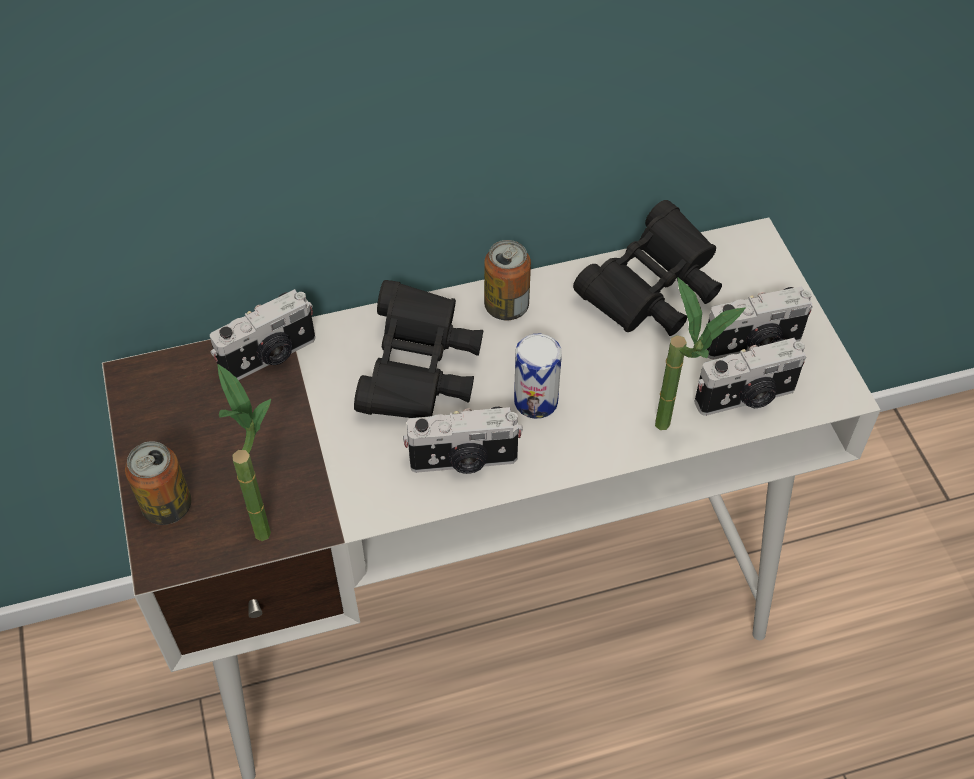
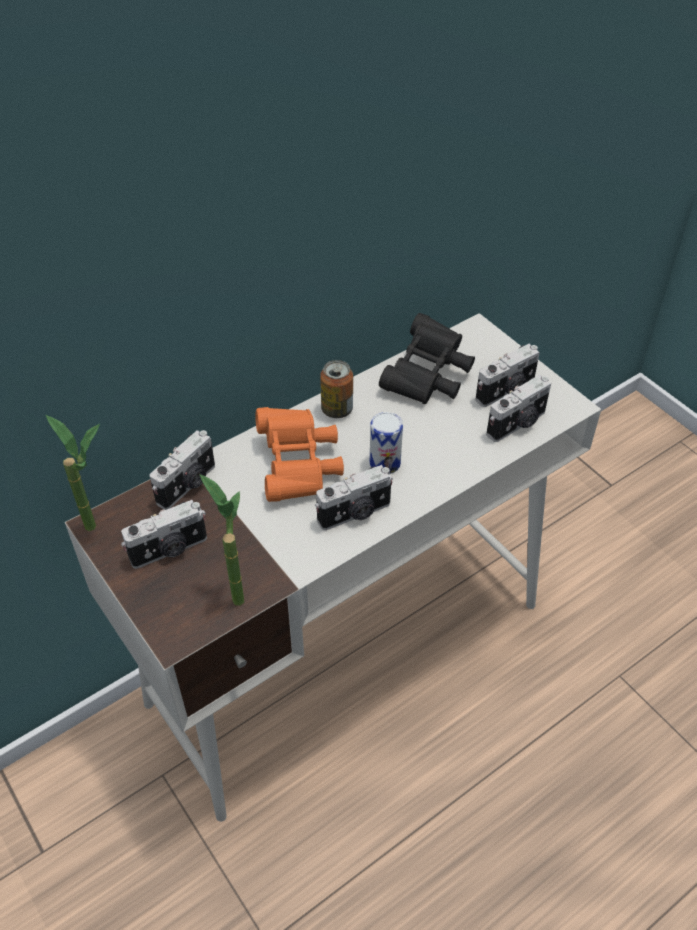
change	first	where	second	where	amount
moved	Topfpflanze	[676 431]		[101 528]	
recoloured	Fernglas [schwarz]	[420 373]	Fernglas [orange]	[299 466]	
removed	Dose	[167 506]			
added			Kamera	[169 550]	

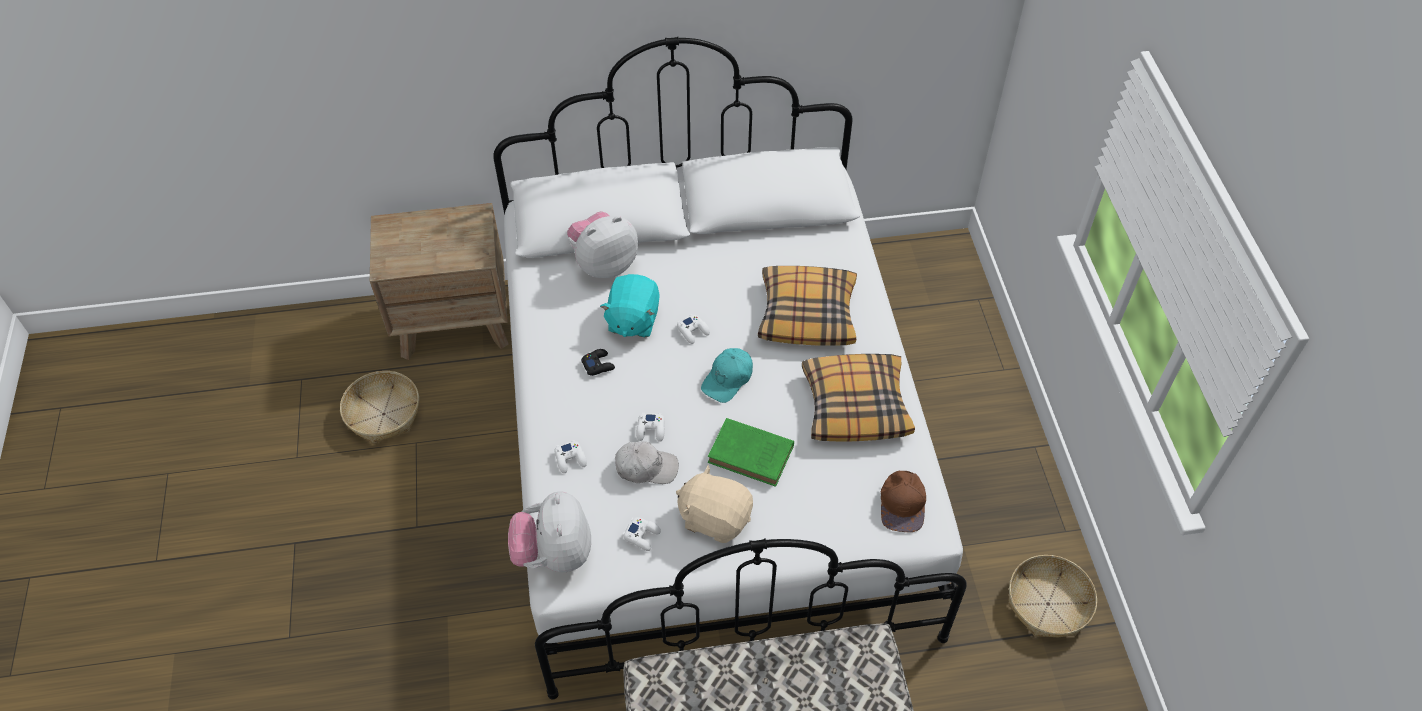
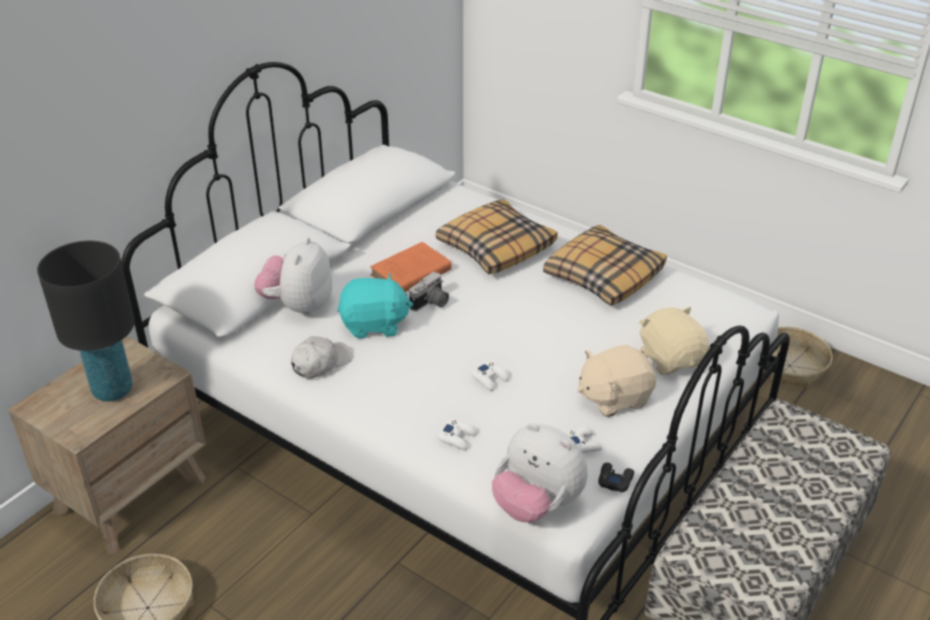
change	first	where	second	where	amount
turned	Plüschtier [türkis]	[632 320]		[374 325]	60 degrees counterclockwise
replaced	Gamepad [weiß]	[693 331]	Kamera	[431 303]	
removed	Kappe [türkis]	[728 379]			
moved	Gamepad [schwarz]	[598 364]		[615 480]	
removed	Buch [grün]	[753 455]			
moved	Kappe [weiß]	[646 467]		[321 363]	
removed	Kappe [braun]	[903 503]			
added			Tischlampe [schwarz]	[112 390]	
added			Buch [orange]	[409 274]	
added			Plüschtier [beige]	[671 359]	

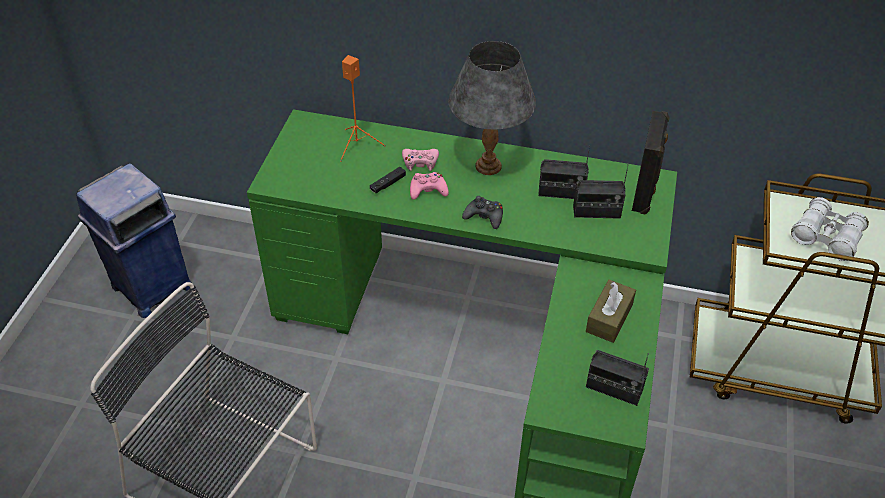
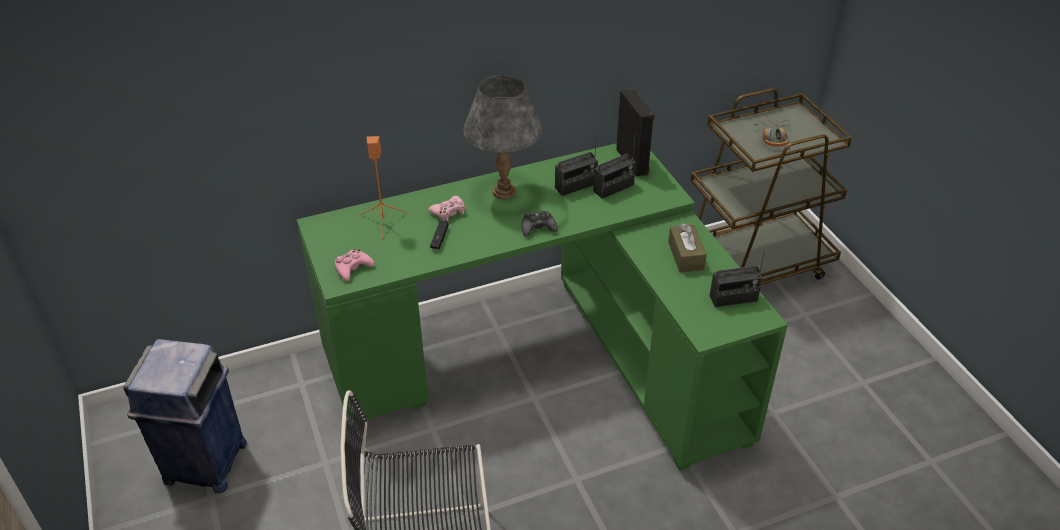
change	first	where	second	where	amount
moved	Gamepad [rosa]	[428 190]		[353 268]	
replaced	Fernglas [weiß]	[826 237]	Kopfhörer	[773 137]	

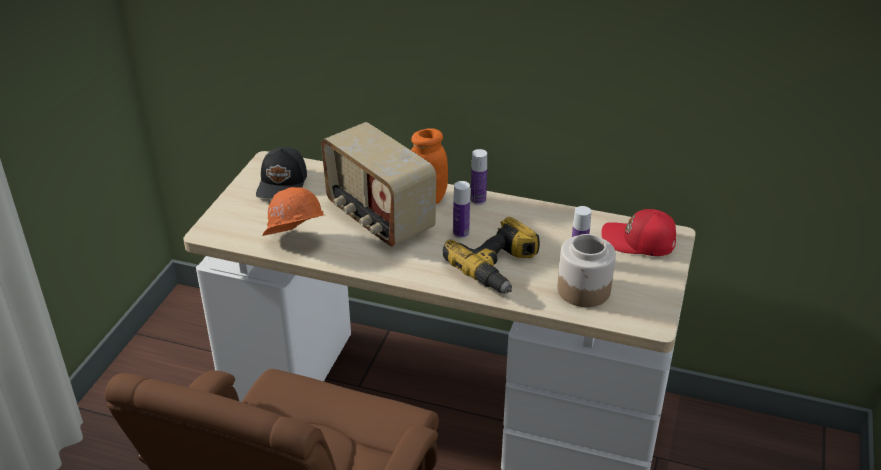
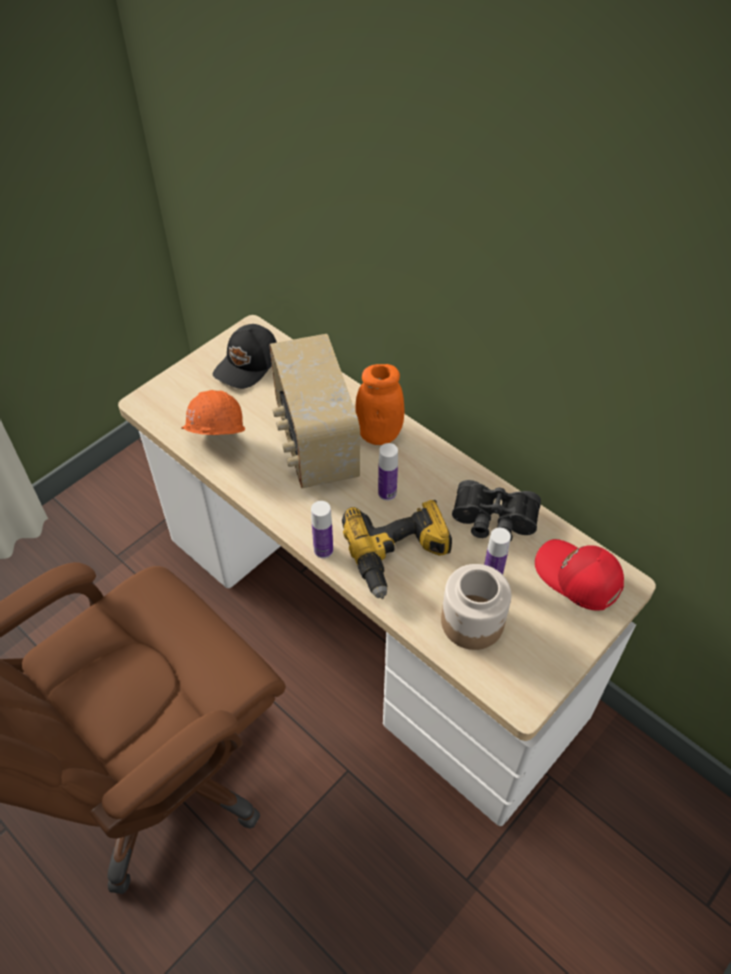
change	first	where	second	where	amount
moved	Flasche	[478 200]		[323 550]	
added			Fernglas [schwarz]	[493 522]	

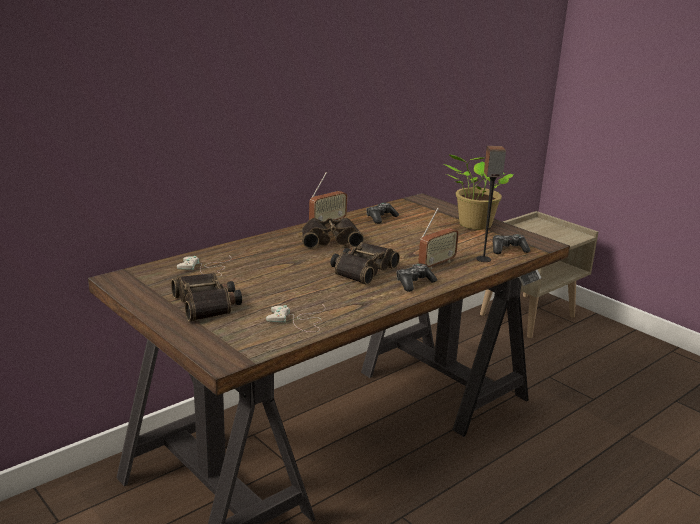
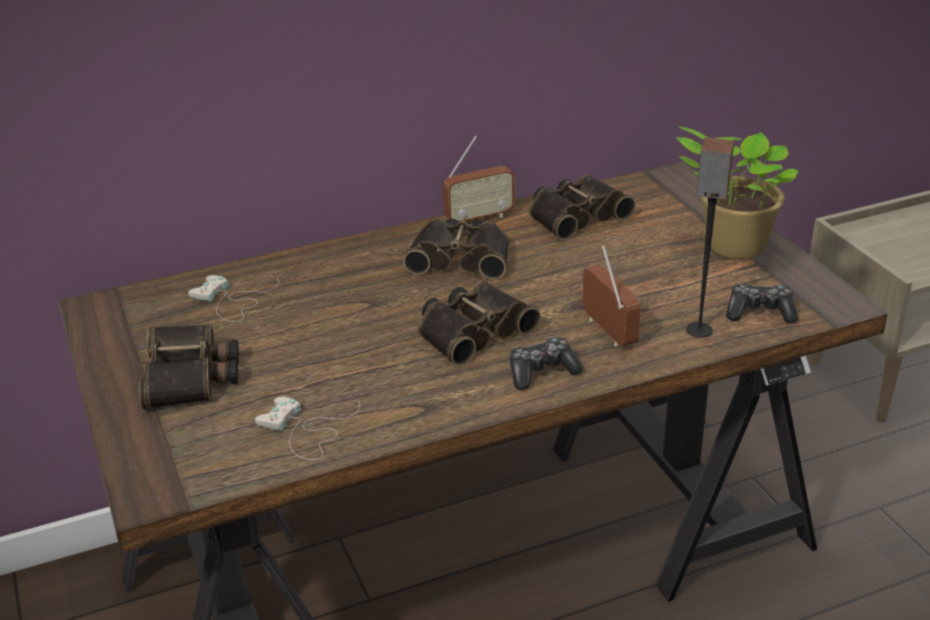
change	first	where	second	where	amount
replaced	Gamepad	[380 218]	Fernglas	[575 215]	
turned	Radio	[436 264]		[608 331]	90 degrees counterclockwise

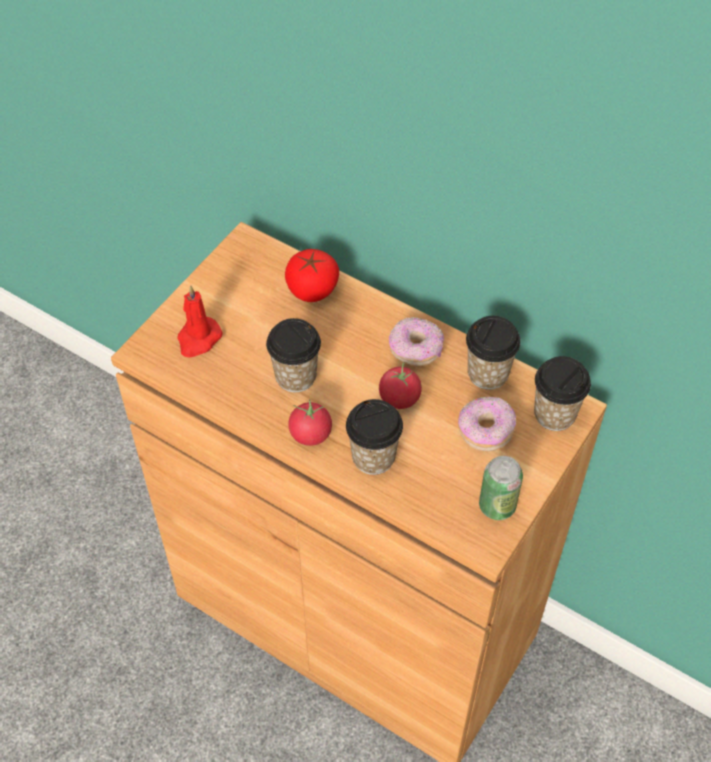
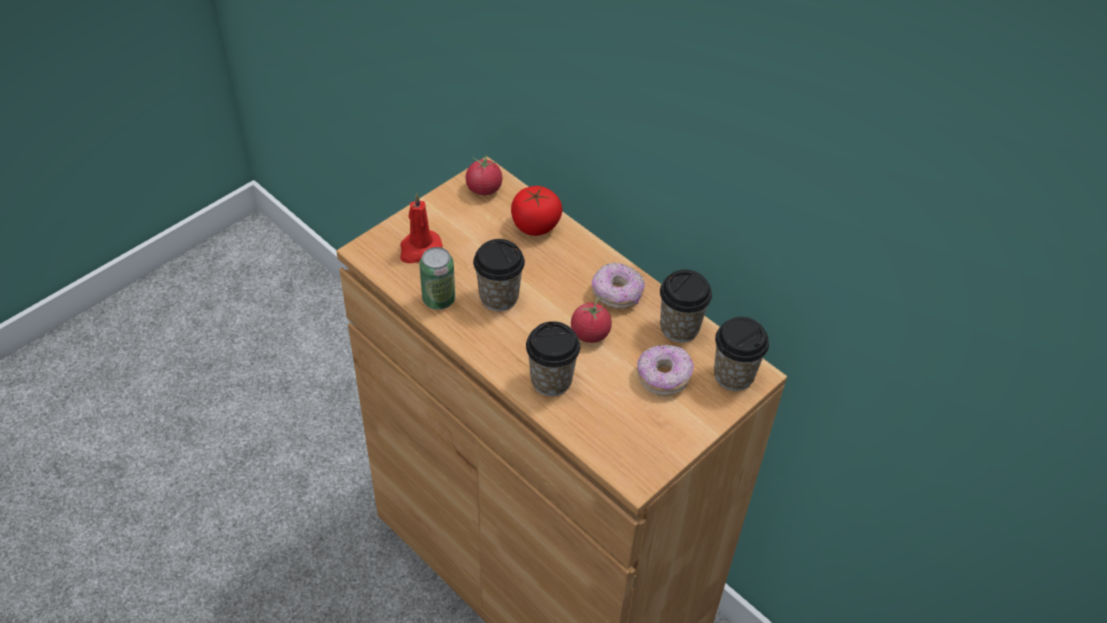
change	first	where	second	where	amount
moved	Tomate	[310 433]		[484 188]	
moved	Dose	[497 506]		[438 299]	

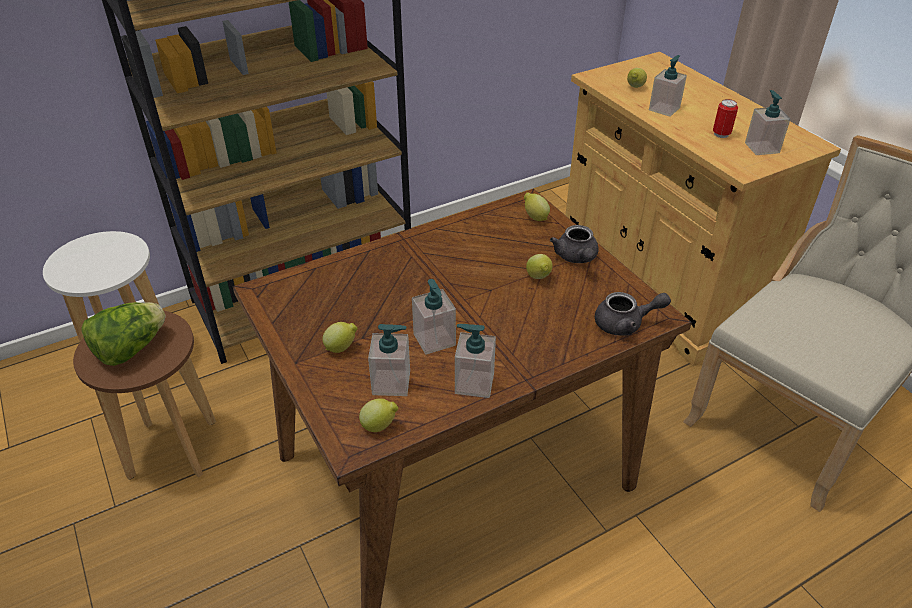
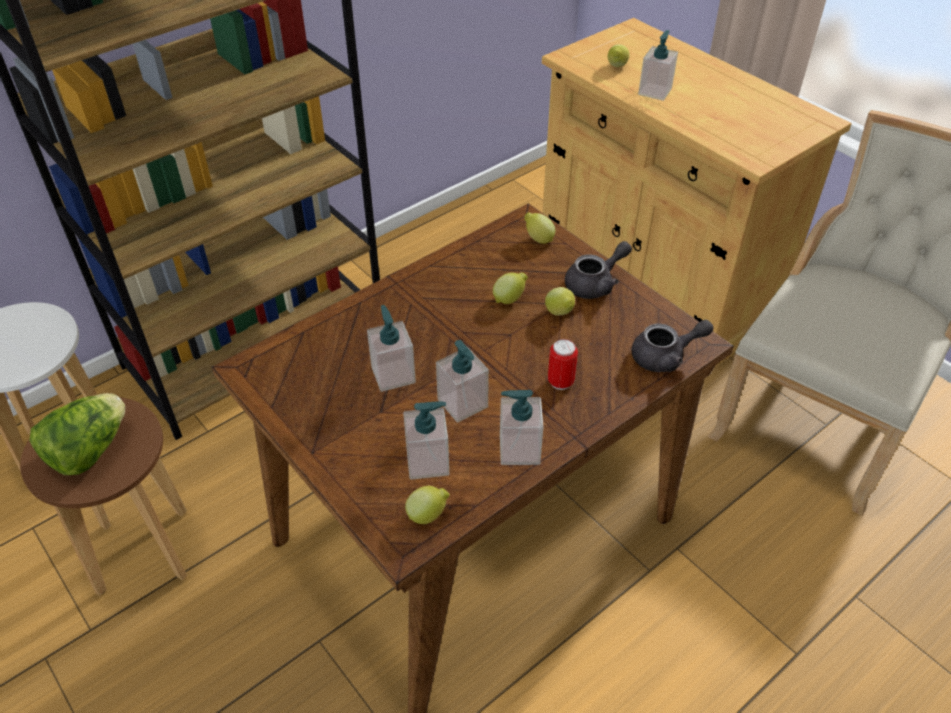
change	first	where	second	where	amount
moved	Seifenspender	[761 148]		[393 374]	
moved	Dose	[721 134]		[560 382]	
turned	Teekanne [grau]	[576 258]		[595 284]	105 degrees counterclockwise
moved	Zitrone	[341 348]		[509 299]	

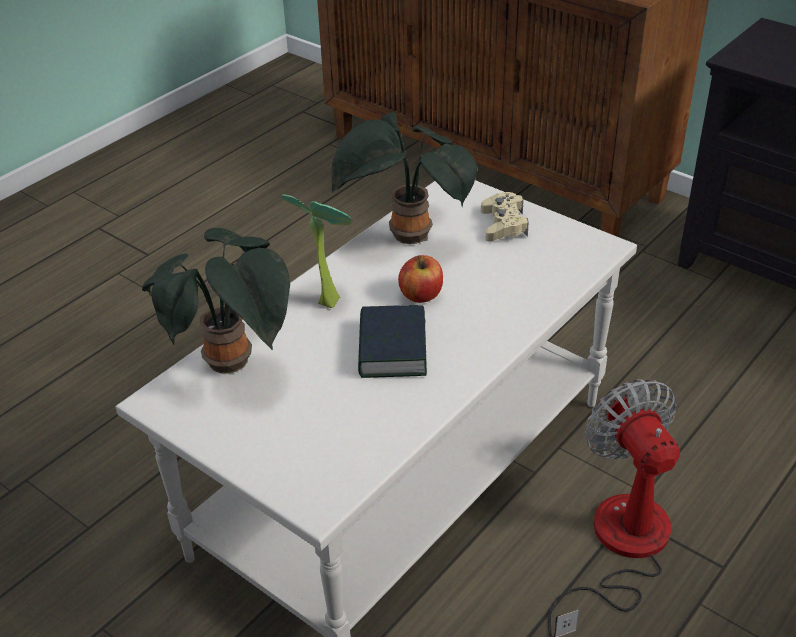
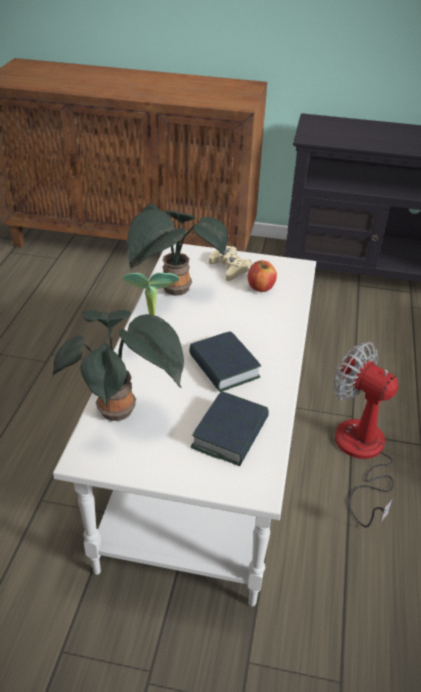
change	first	where	second	where	amount
moved	Apfel	[421 295]		[261 287]	
added			Buch	[230 434]	

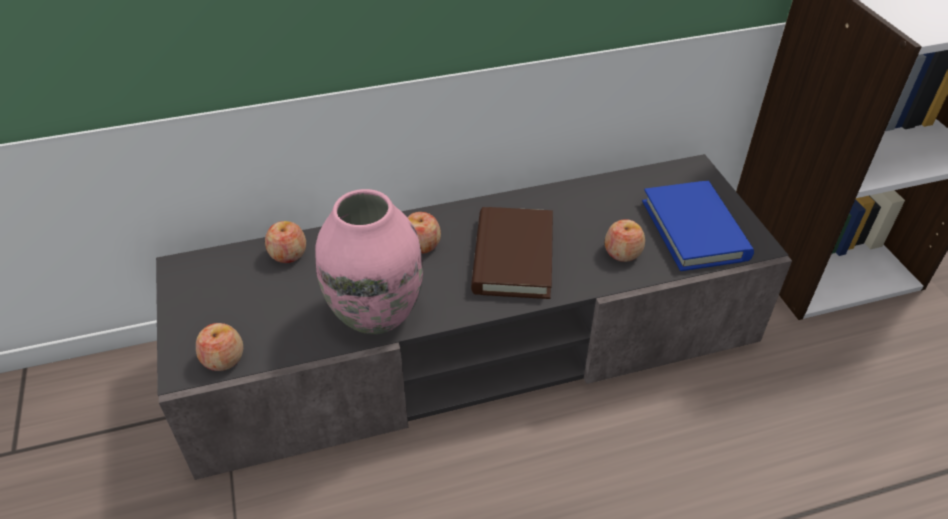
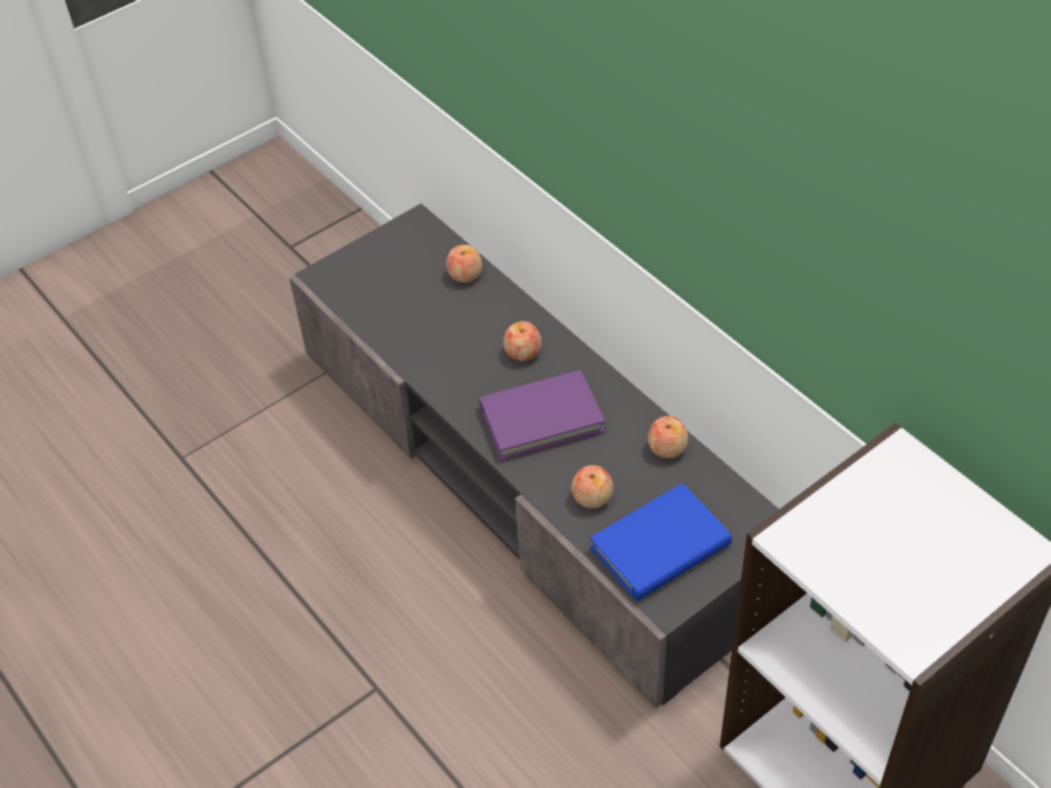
change	first	where	second	where	amount
removed	Vase [rosa]	[374 313]			
recoloured	Buch [braun]	[513 257]	Buch [lila]	[541 419]	
moved	Apfel	[223 359]		[667 448]	

